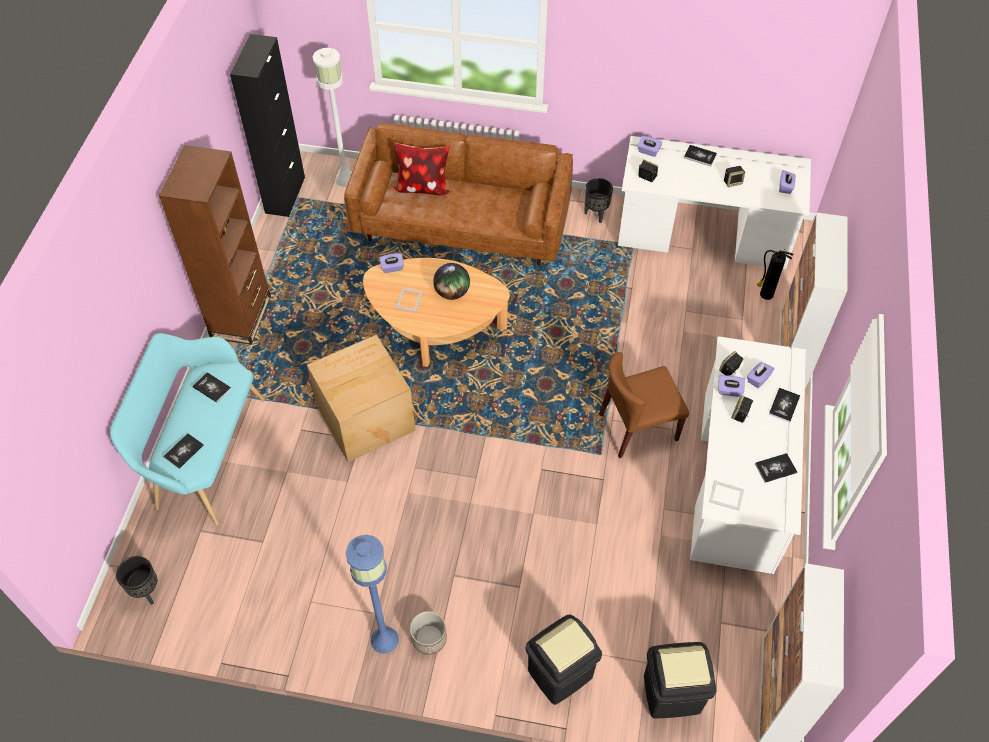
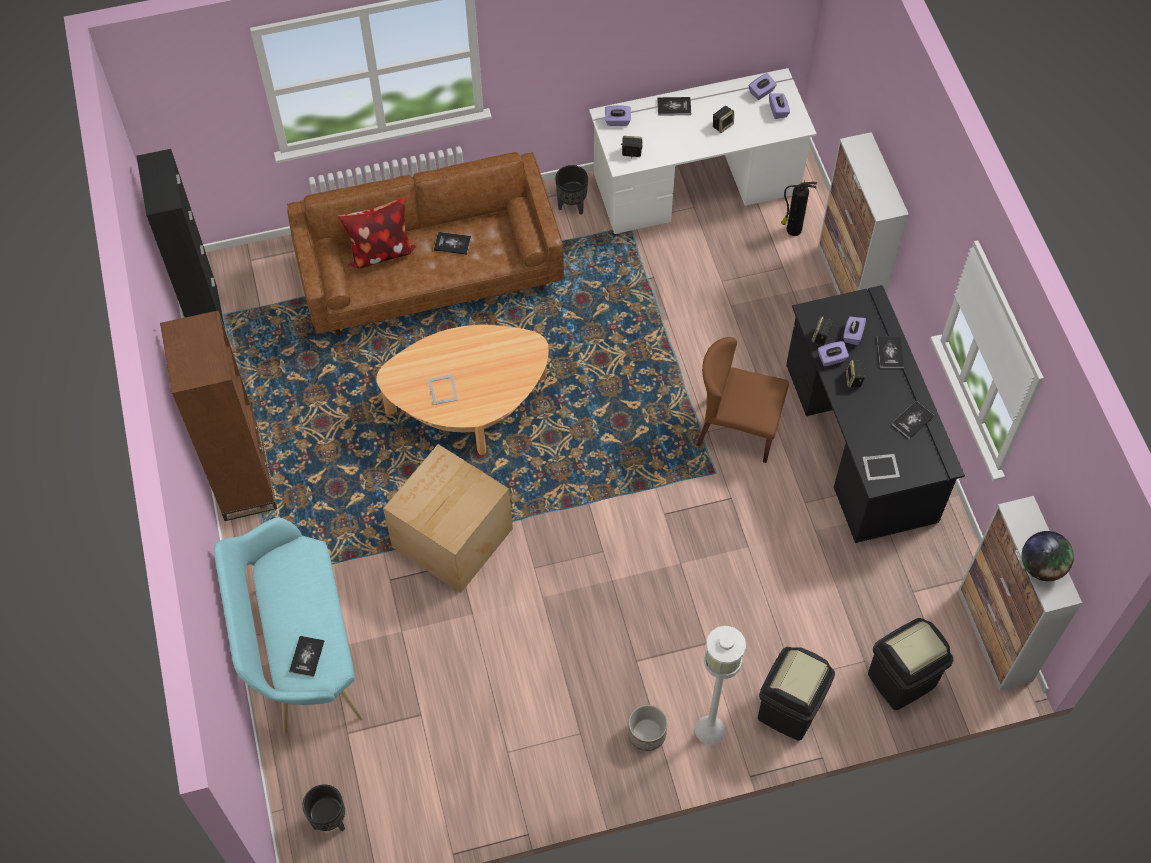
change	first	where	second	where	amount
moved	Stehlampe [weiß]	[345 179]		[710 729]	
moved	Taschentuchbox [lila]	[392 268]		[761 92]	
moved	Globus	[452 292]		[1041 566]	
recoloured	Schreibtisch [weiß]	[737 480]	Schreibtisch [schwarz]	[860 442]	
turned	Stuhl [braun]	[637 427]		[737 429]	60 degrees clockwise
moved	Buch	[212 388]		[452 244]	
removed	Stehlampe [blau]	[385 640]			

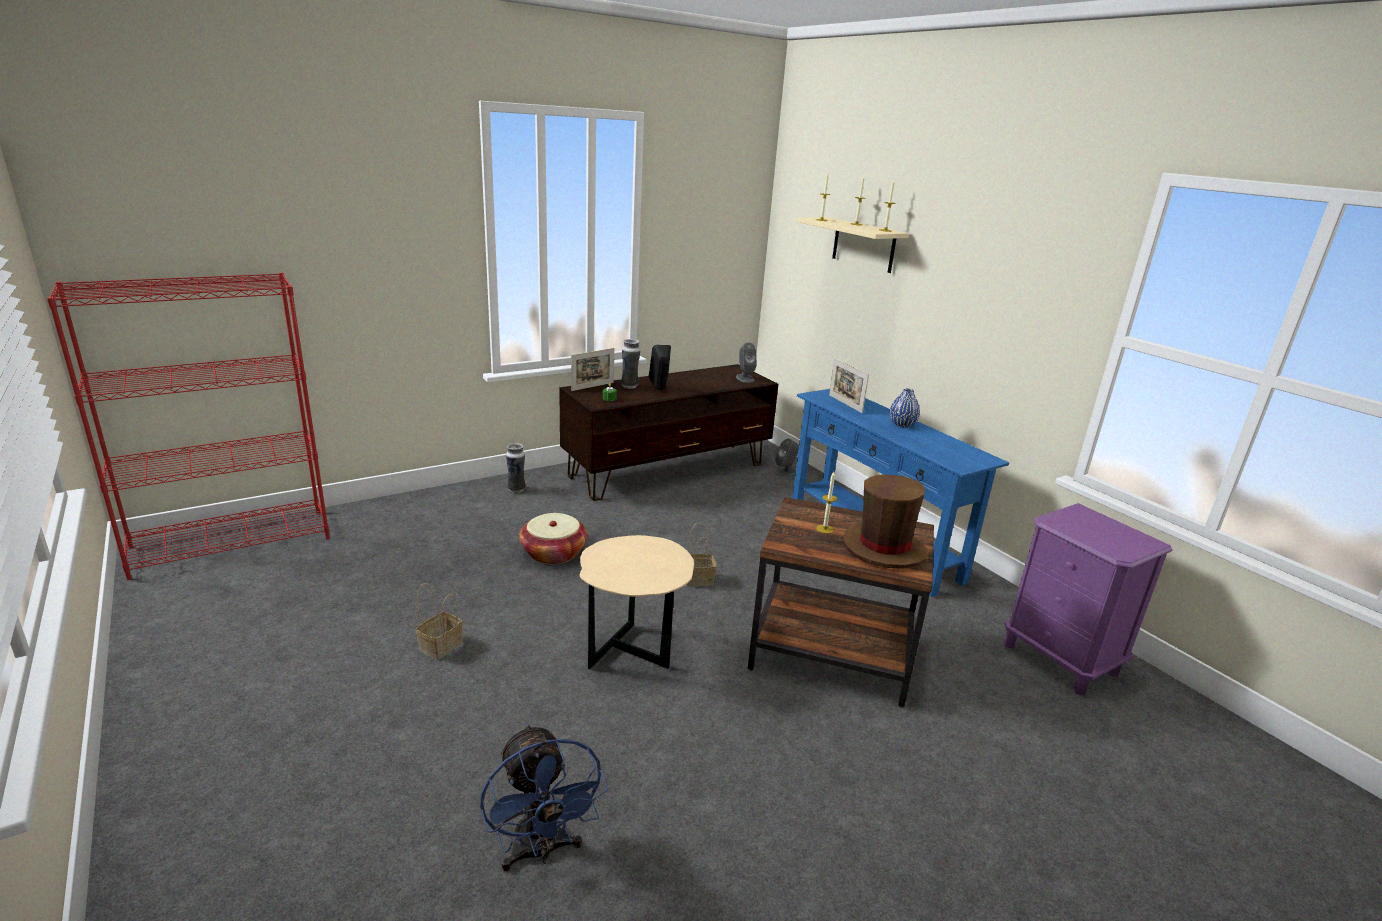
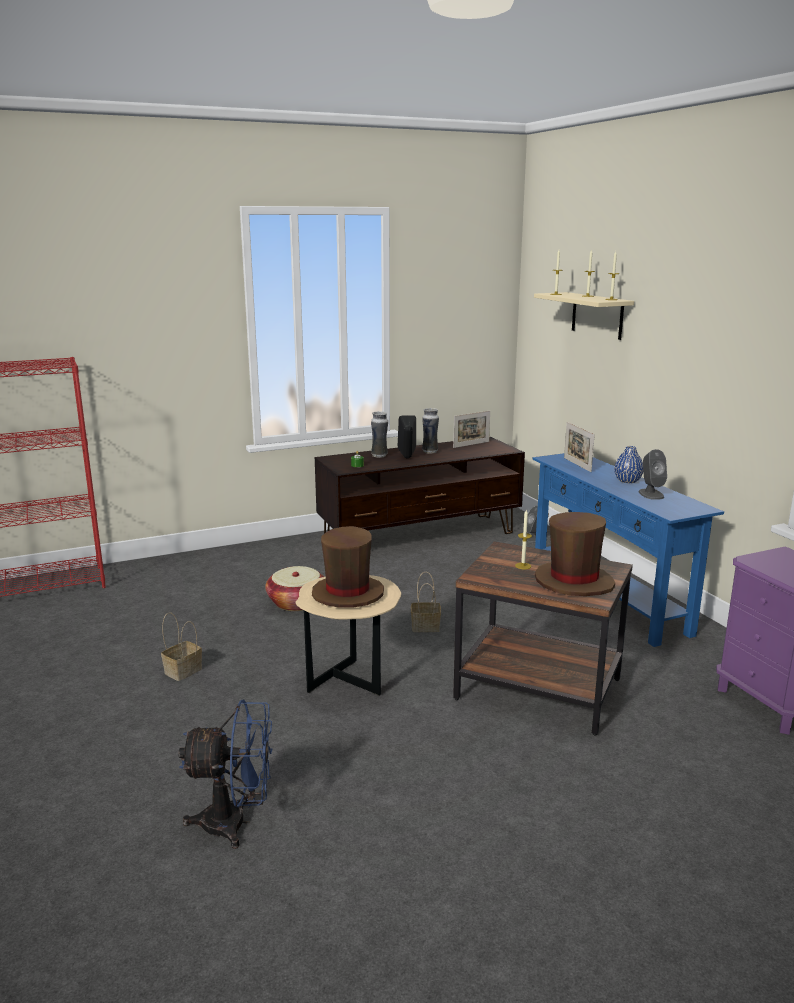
change	first	where	second	where	amount
moved	Lautsprecher [grau]	[745 378]		[651 494]	
moved	Bilderrahmen	[592 386]		[471 444]	
moved	Vase	[516 489]		[430 451]	
turned	Ventilator [blau]	[541 851]		[236 823]	75 degrees counterclockwise
added			Hut [braun]	[348 594]	

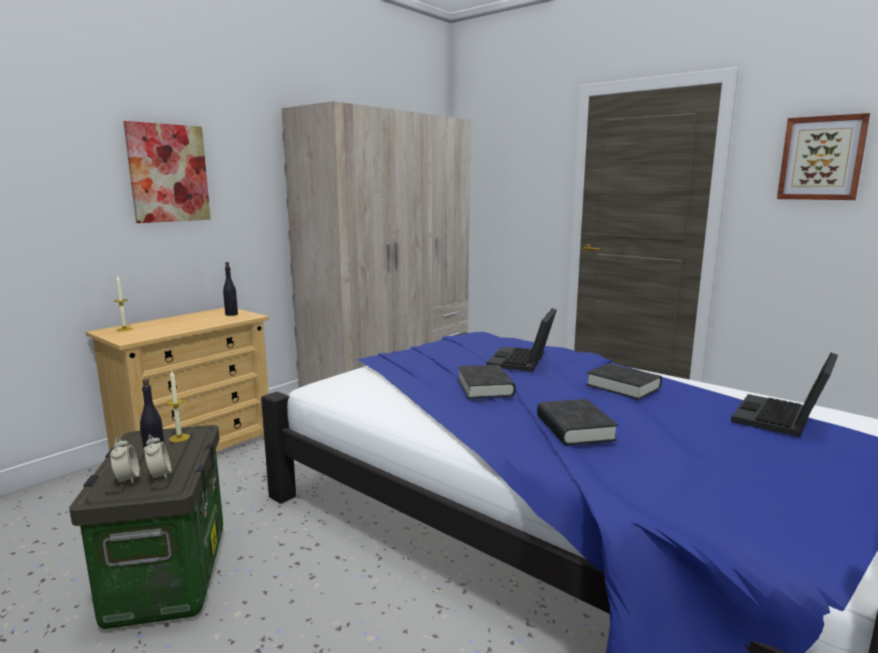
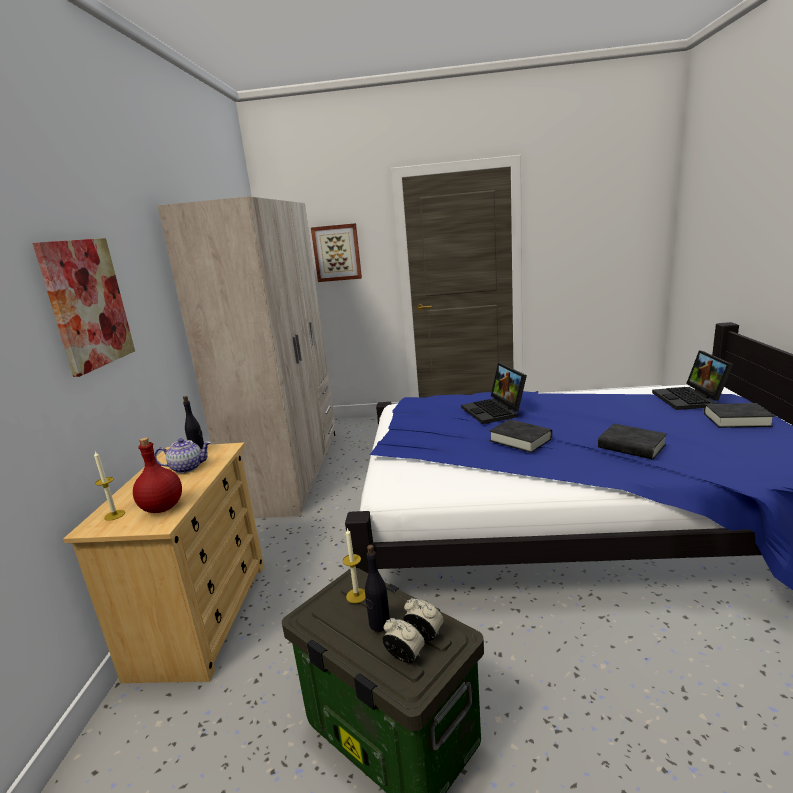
change	first	where	second	where	amount
moved	Bild	[821 158]		[337 253]	
moved	Buch [schwarz]	[623 386]		[736 420]	
added			Flasche [rot]	[162 508]	
added			Teekanne	[187 468]	

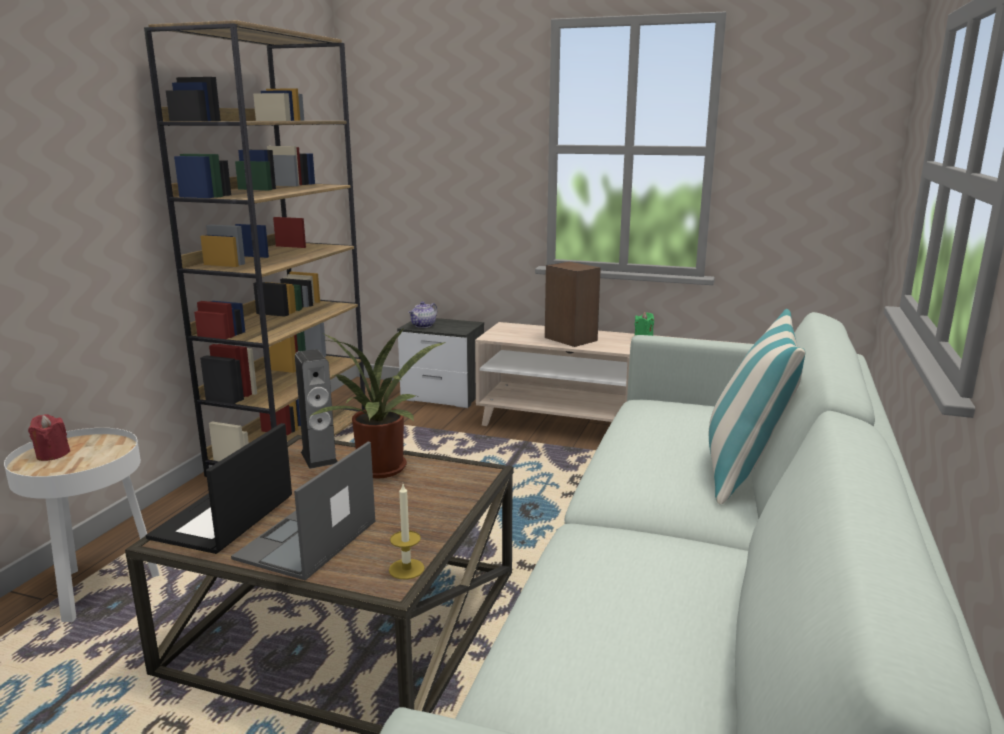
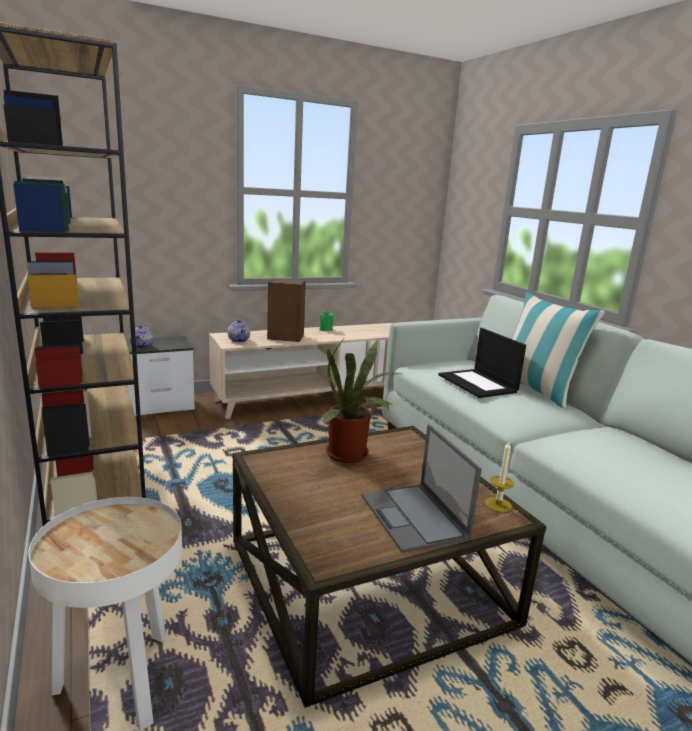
change	first	where	second	where	amount
removed	Lautsprecher	[319 457]			
removed	Kerze [rot]	[52 454]			
moved	Laptop	[224 518]		[478 384]	
added			Teekanne	[239 340]	

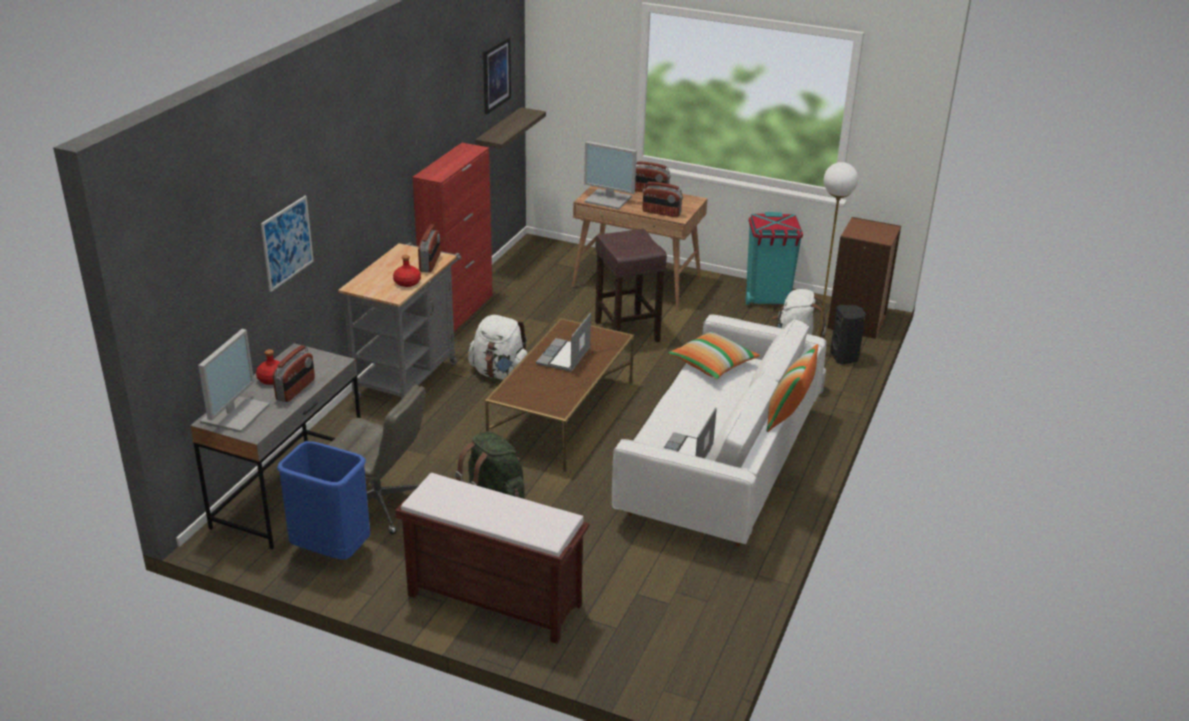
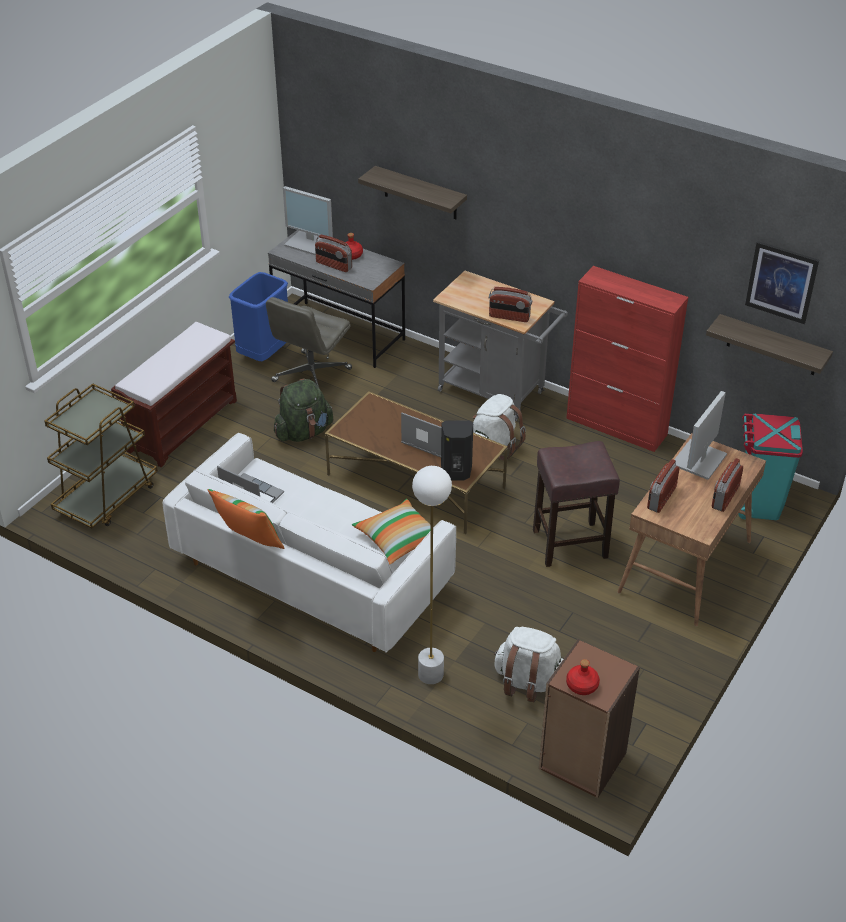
change	first	where	second	where	amount
replaced	Bild	[287 243]	Wandregal	[420 193]	
moved	Mülleimer [türkis]	[768 298]		[758 503]	
moved	Flasche [rot]	[407 282]		[581 685]	
moved	Lautsprecher [schwarz]	[845 357]		[456 472]	
added			Rollwagen [braun]	[107 497]	

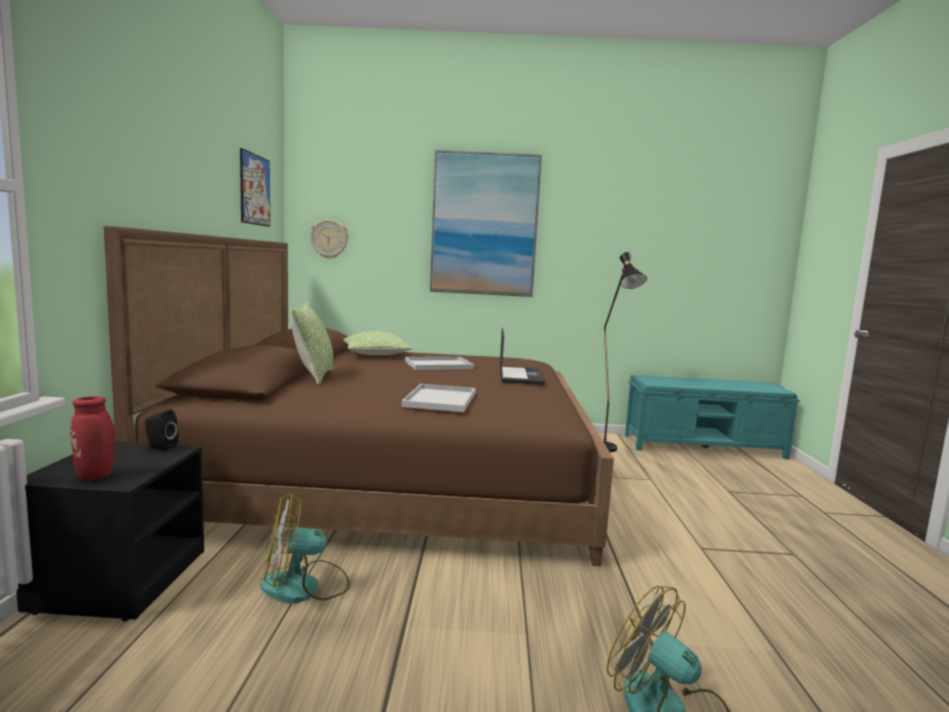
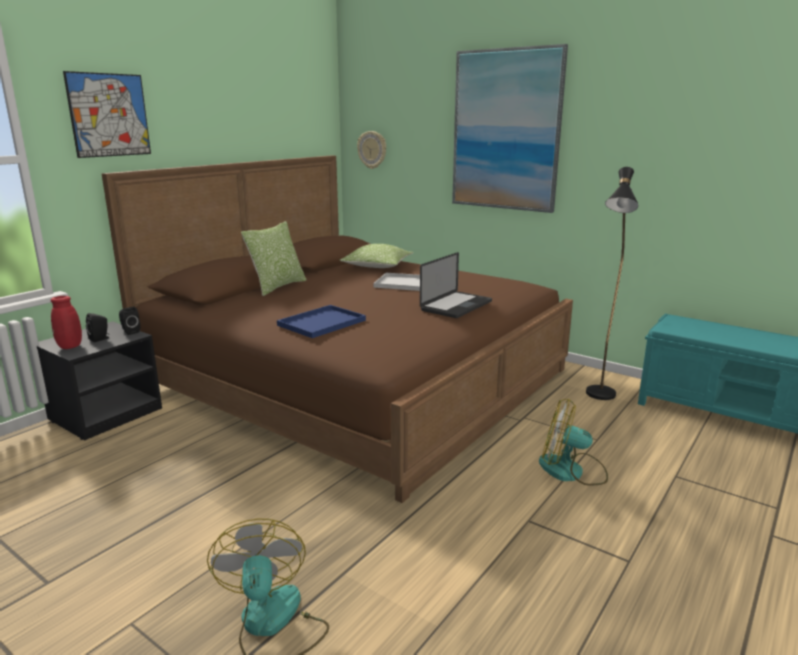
change	first	where	second	where	amount
moved	Bild	[255 190]		[109 115]	
recoloured	Tablett [weiß]	[441 400]	Tablett [blau]	[321 323]	
moved	Ventilator	[304 587]		[571 471]	
added			Lautsprecher [schwarz]	[100 339]	

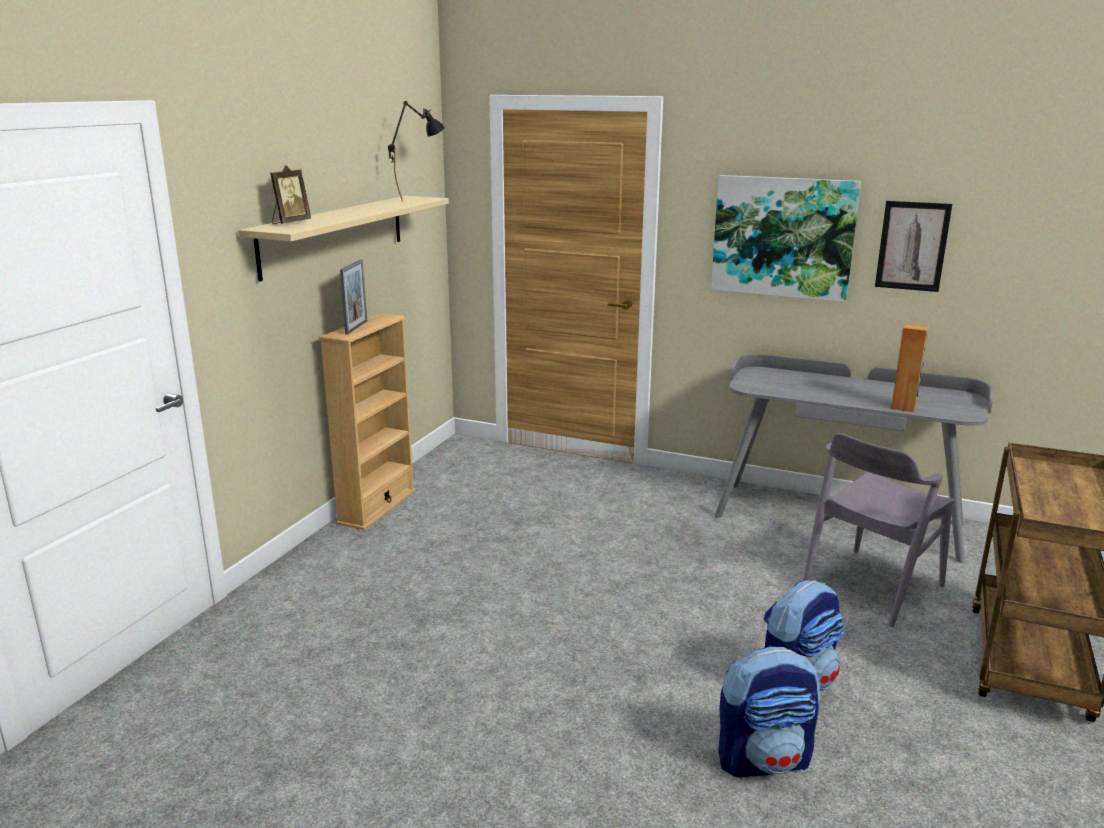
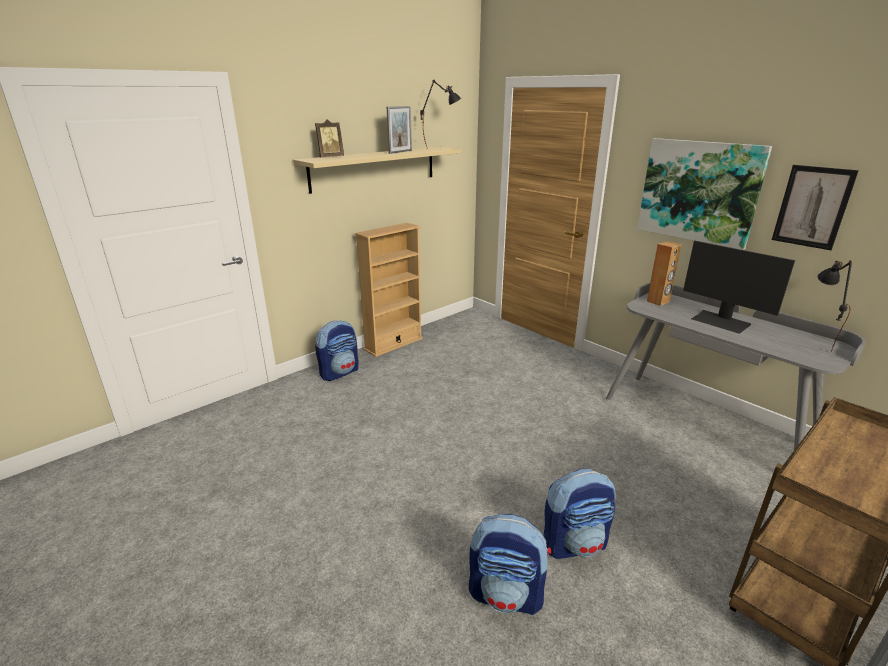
change	first	where	second	where	amount
moved	Bilderrahmen	[356 327]		[400 152]	
moved	Lautsprecher [braun]	[904 407]		[658 301]	
removed	Stuhl [grau]	[871 586]			
added			Monitor	[721 321]	
added			Tischlampe [schwarz]	[815 342]	
added			Rucksack	[339 372]	

